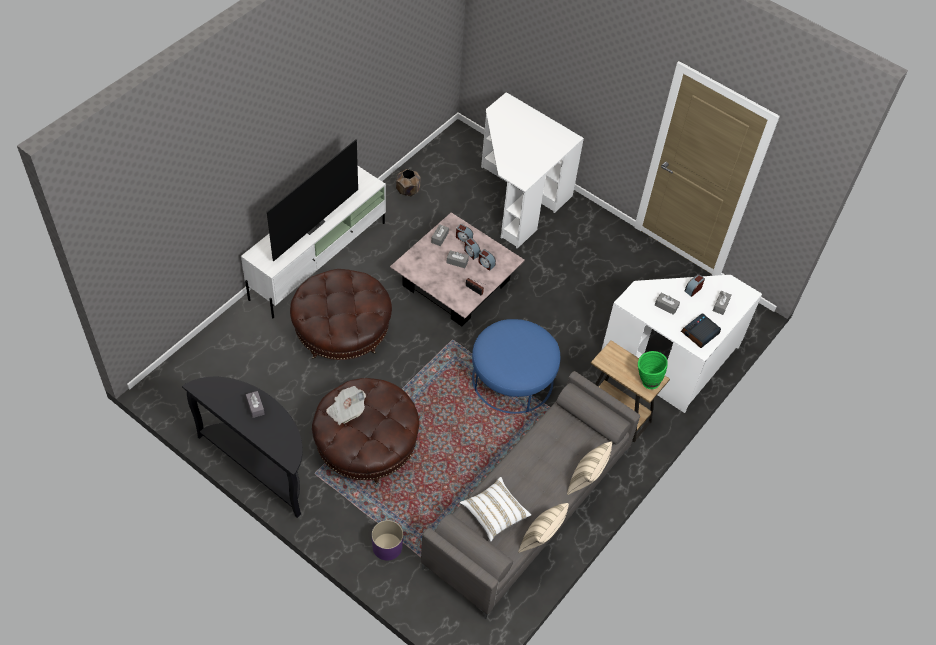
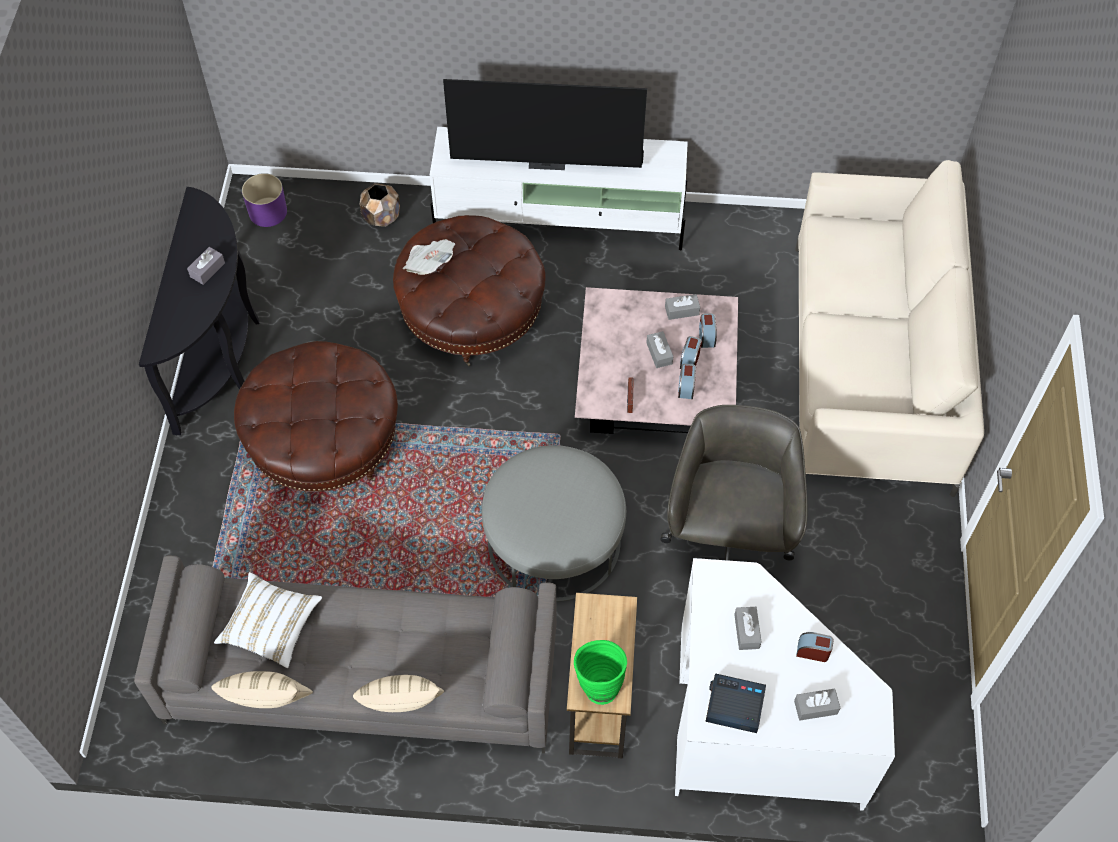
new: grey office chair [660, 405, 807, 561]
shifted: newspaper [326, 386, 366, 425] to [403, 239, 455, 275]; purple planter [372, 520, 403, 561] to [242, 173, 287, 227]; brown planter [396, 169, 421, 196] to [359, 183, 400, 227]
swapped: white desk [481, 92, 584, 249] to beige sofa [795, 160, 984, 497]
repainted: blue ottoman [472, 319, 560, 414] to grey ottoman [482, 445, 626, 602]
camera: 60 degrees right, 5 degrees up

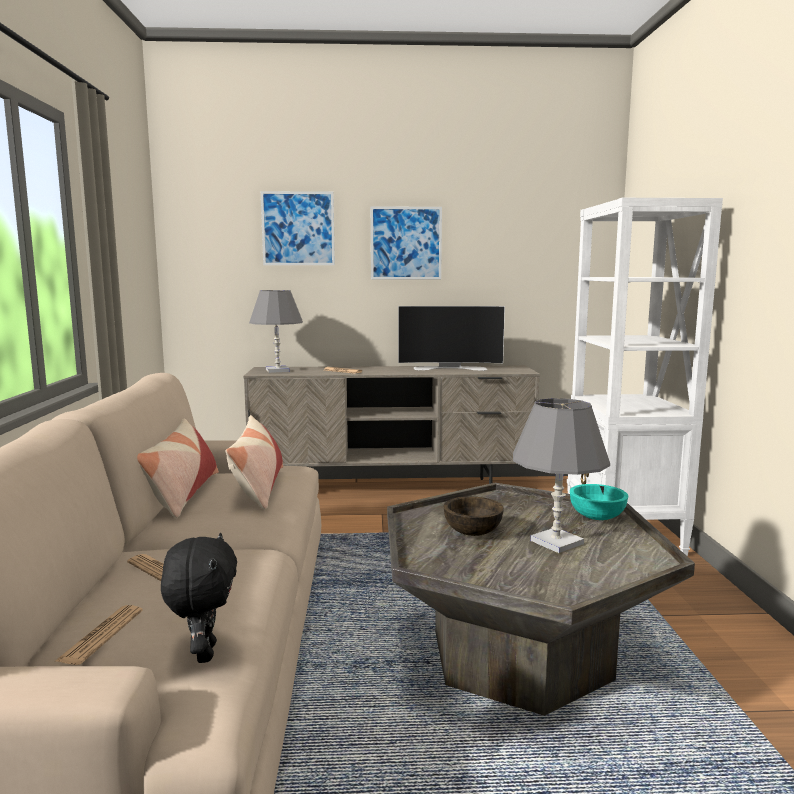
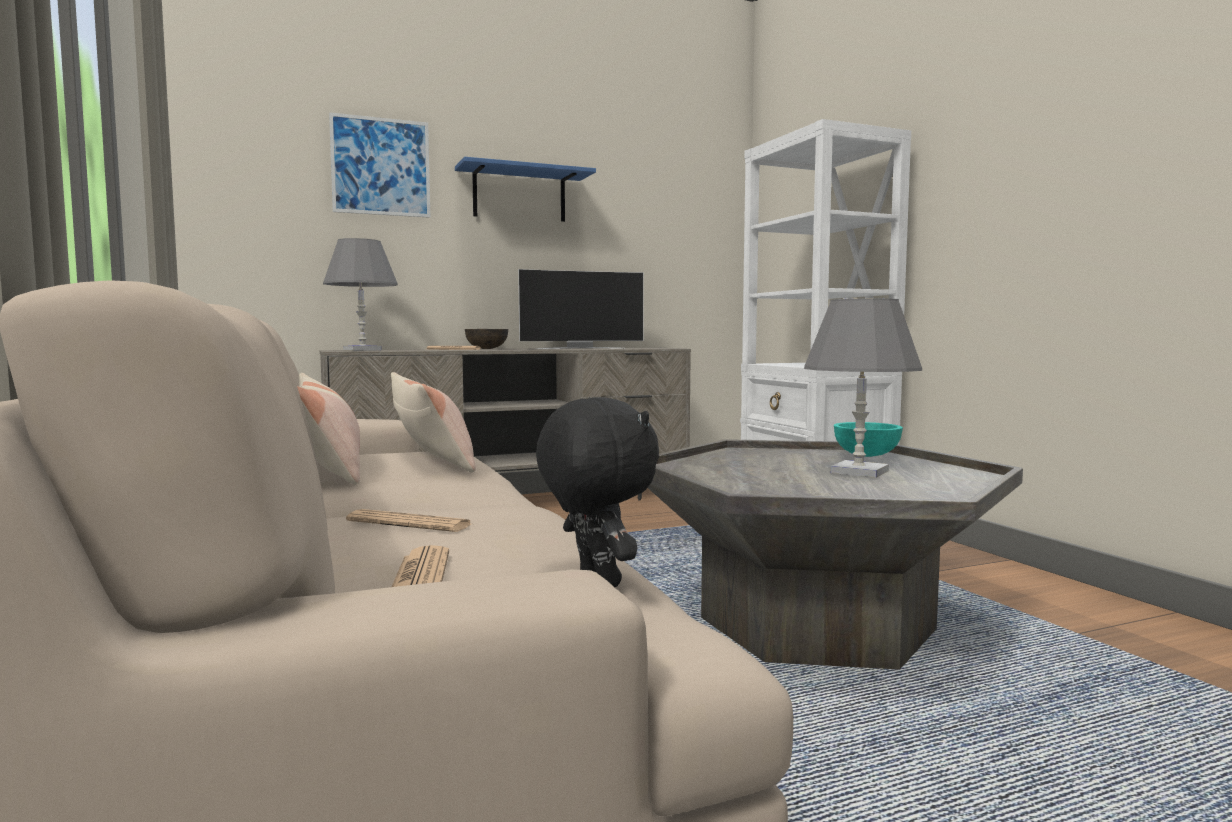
shifted: brown bowl [444, 497, 504, 536] to [465, 329, 508, 349]
swapped: picture [371, 206, 442, 279] to blue shelf [455, 157, 596, 222]
camera: 20 degrees left, 5 degrees down

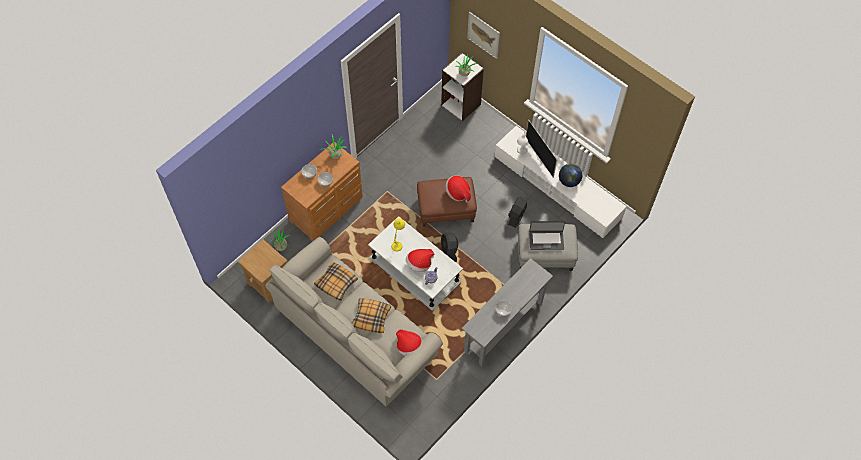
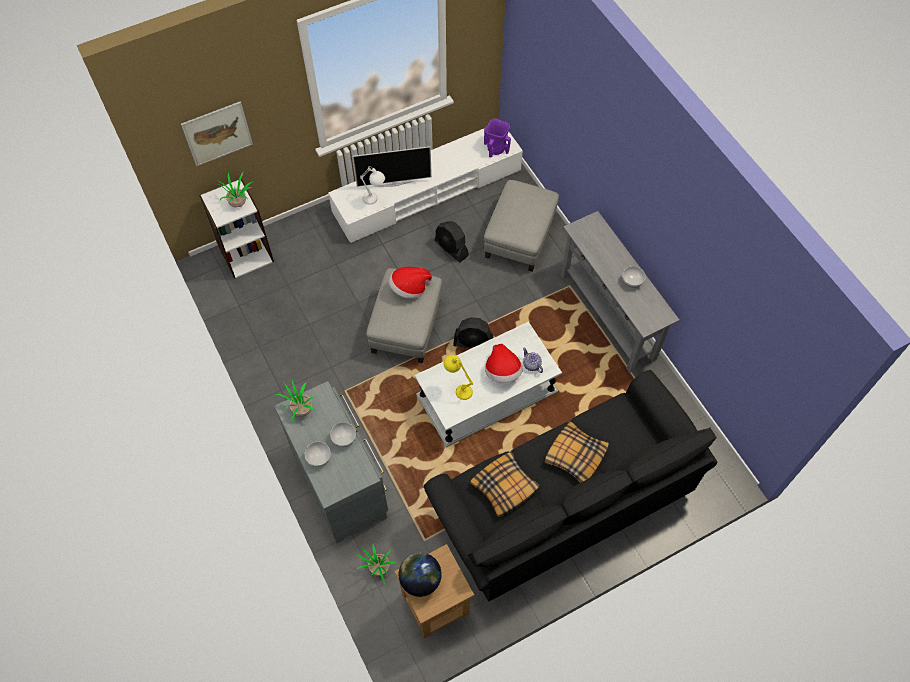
gone: hat [396, 329, 422, 356]; laptop [529, 221, 565, 250]
new: purple vase [484, 119, 511, 158]
shifted: globe [559, 164, 582, 187] to [399, 552, 442, 597]
repainted: beige sofa [265, 237, 443, 406] to black sofa [424, 370, 717, 602]; brown dresser [281, 143, 363, 241] to grey dresser [274, 381, 388, 544]; brown ottoman [417, 177, 477, 227] to grey ottoman [366, 268, 442, 363]
camera: 70 degrees left, 0 degrees up

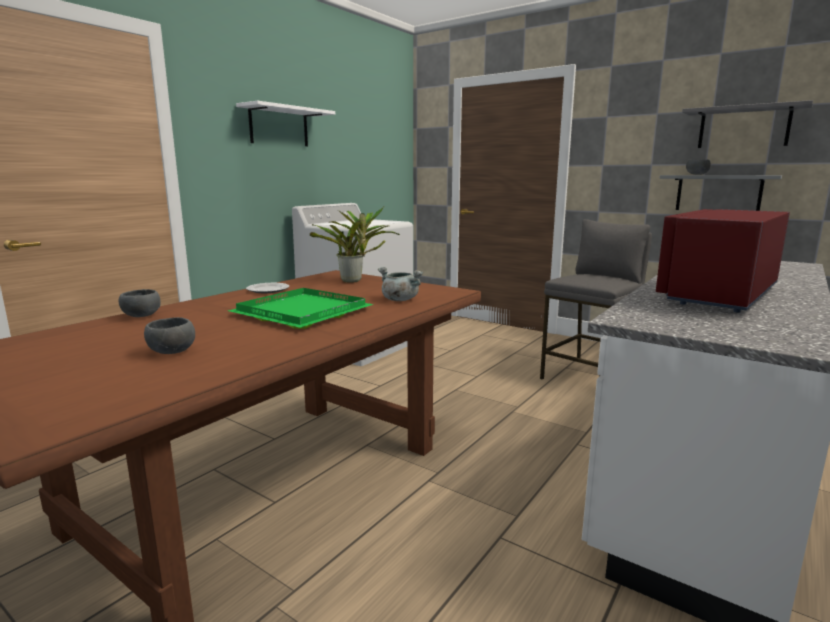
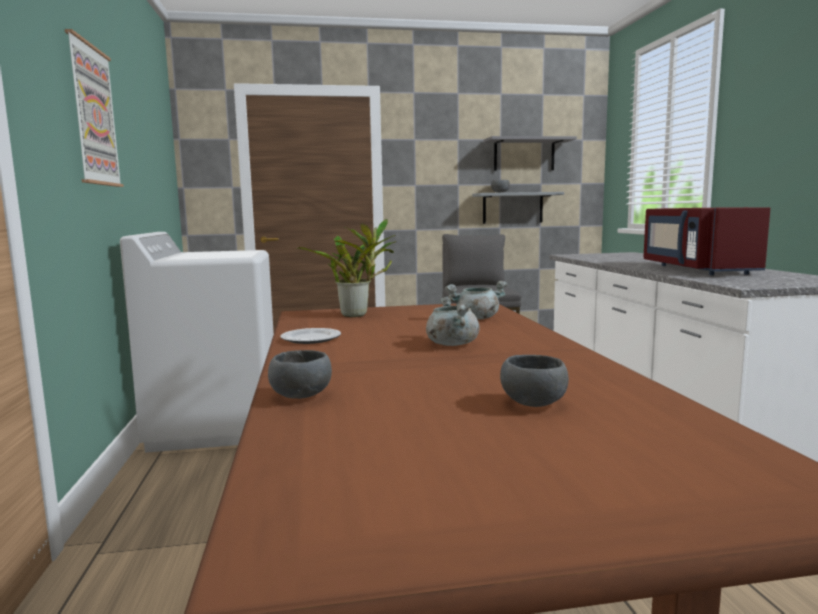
swapped: green tray [228, 288, 374, 329] to grey cooking pot [426, 297, 480, 346]; white shelf [236, 101, 335, 146] to picture [65, 29, 124, 187]
camera: 45 degrees left, 5 degrees down

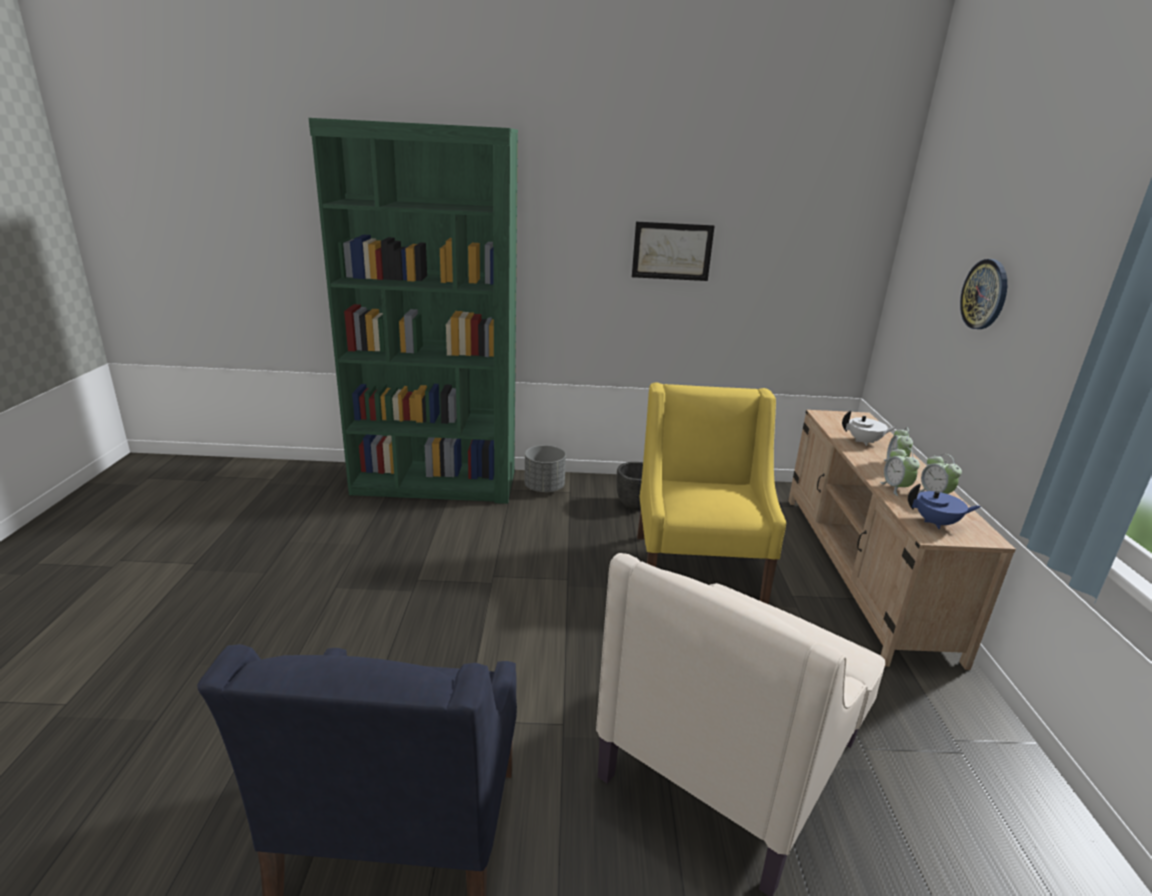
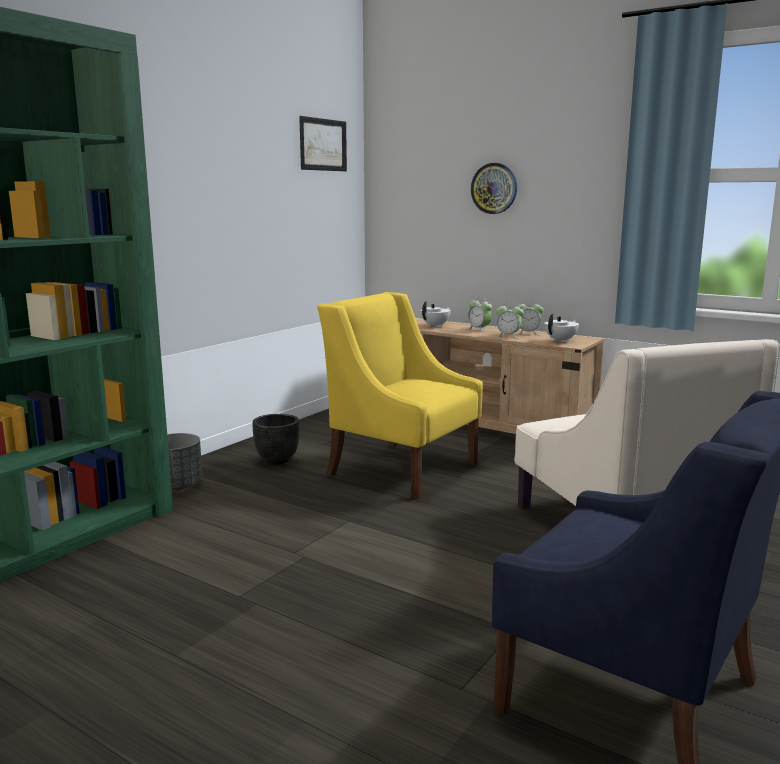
shifted: picture [632, 222, 715, 281] to [299, 116, 347, 171]
repainted: blue teapot [908, 484, 981, 529] to white teapot [545, 314, 579, 342]
camera: 55 degrees left, 10 degrees down

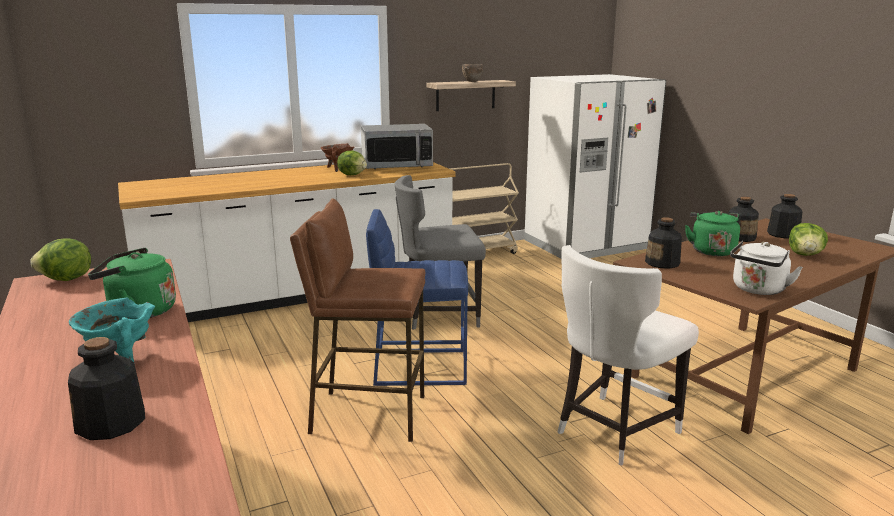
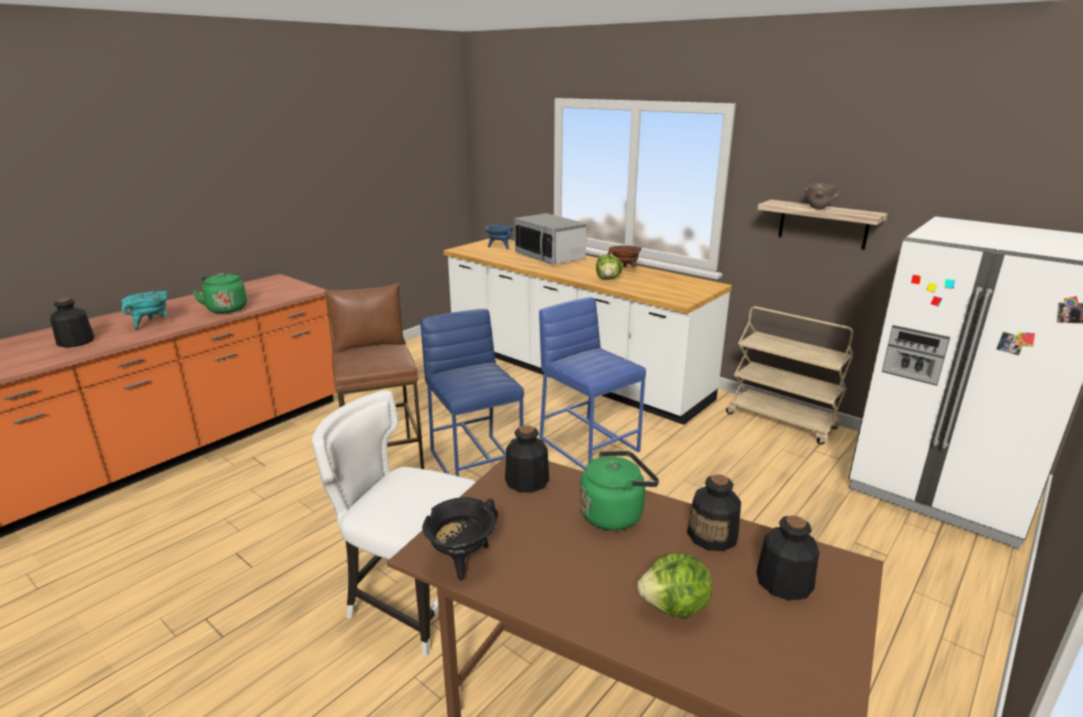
gone: lettuce [30, 238, 91, 281]
new: blue cooking pot [485, 223, 513, 249]
shifted: microwave [361, 124, 433, 169] to [515, 213, 587, 265]
swapped: grey chair [395, 175, 486, 330] to blue stool [539, 297, 646, 470]; white kettle [730, 241, 803, 295] to black cooking pot [422, 497, 498, 580]
camera: 65 degrees right, 5 degrees up

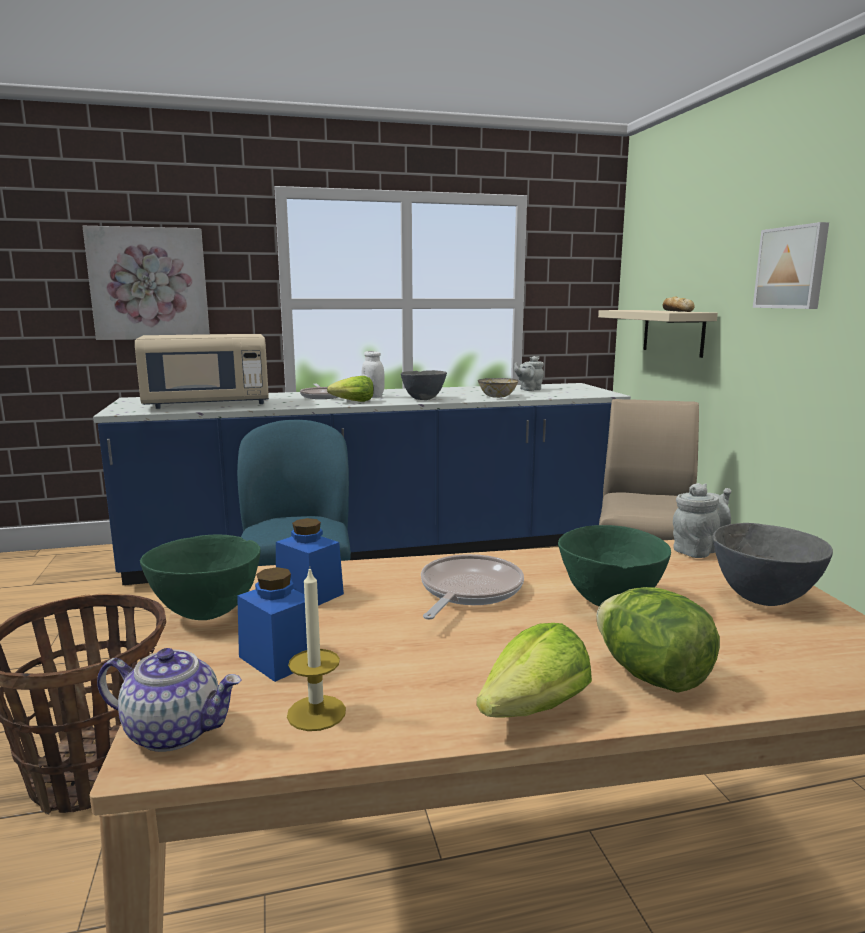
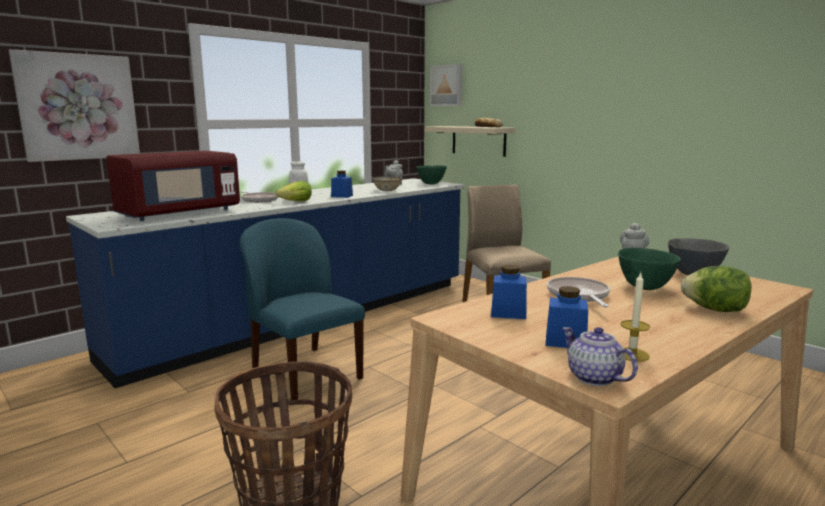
gone: lettuce [476, 623, 592, 718]
shifted: green bowl [140, 535, 261, 620] to [417, 166, 447, 185]; picture [753, 222, 829, 309] to [430, 64, 462, 106]
swapped: grey bowl [401, 370, 447, 400] to blue jar [331, 171, 353, 198]
repainted: beige microwave [135, 334, 269, 409] to red microwave [106, 151, 240, 221]
rotated: teapot [97, 648, 242, 752] = [562, 327, 638, 386] 105 degrees counterclockwise
camera: 30 degrees left, 0 degrees up

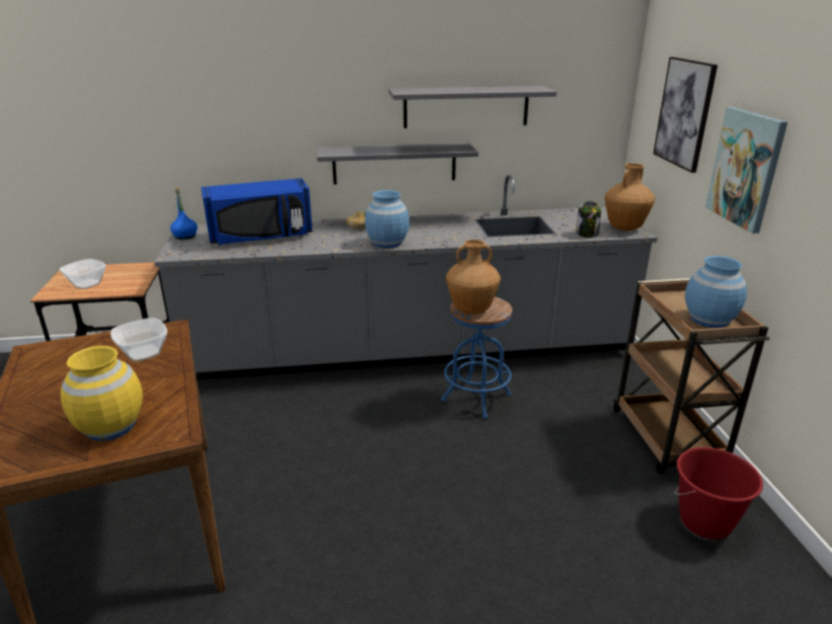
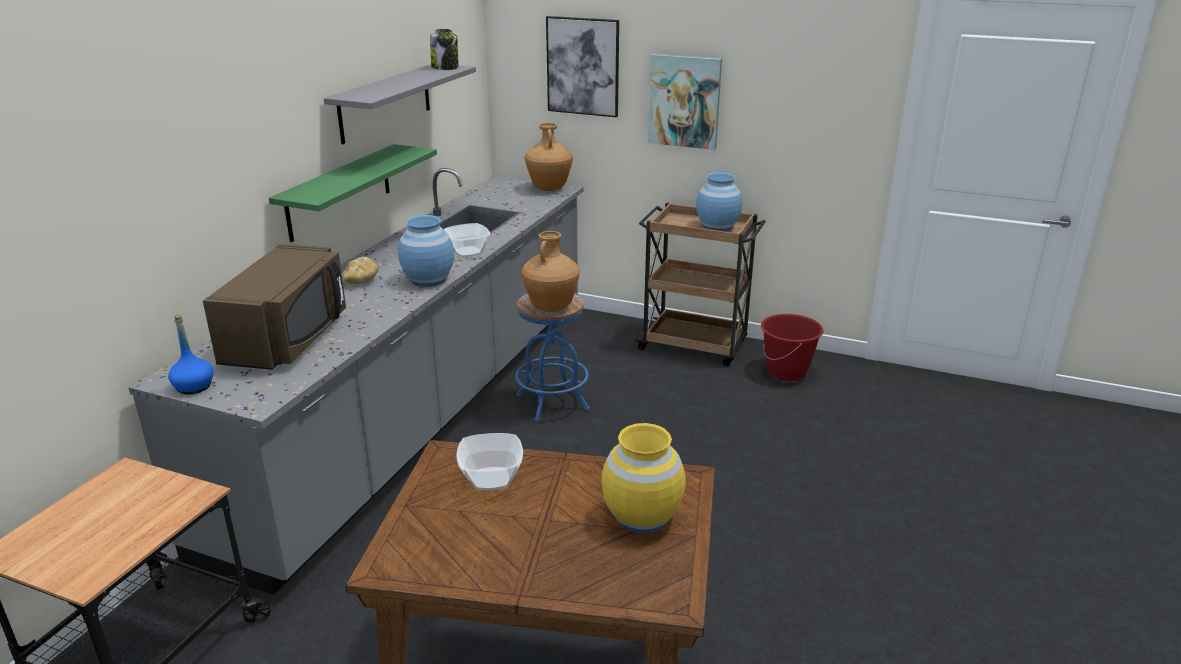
shifted: bowl [59, 259, 106, 289] to [444, 223, 490, 257]; jar [576, 201, 601, 238] to [430, 29, 459, 70]
repainted: blue microwave [201, 178, 313, 245] to brown microwave [203, 244, 346, 370]; grey shelf [317, 143, 479, 185] to green shelf [269, 144, 437, 242]
camera: 60 degrees left, 0 degrees up

